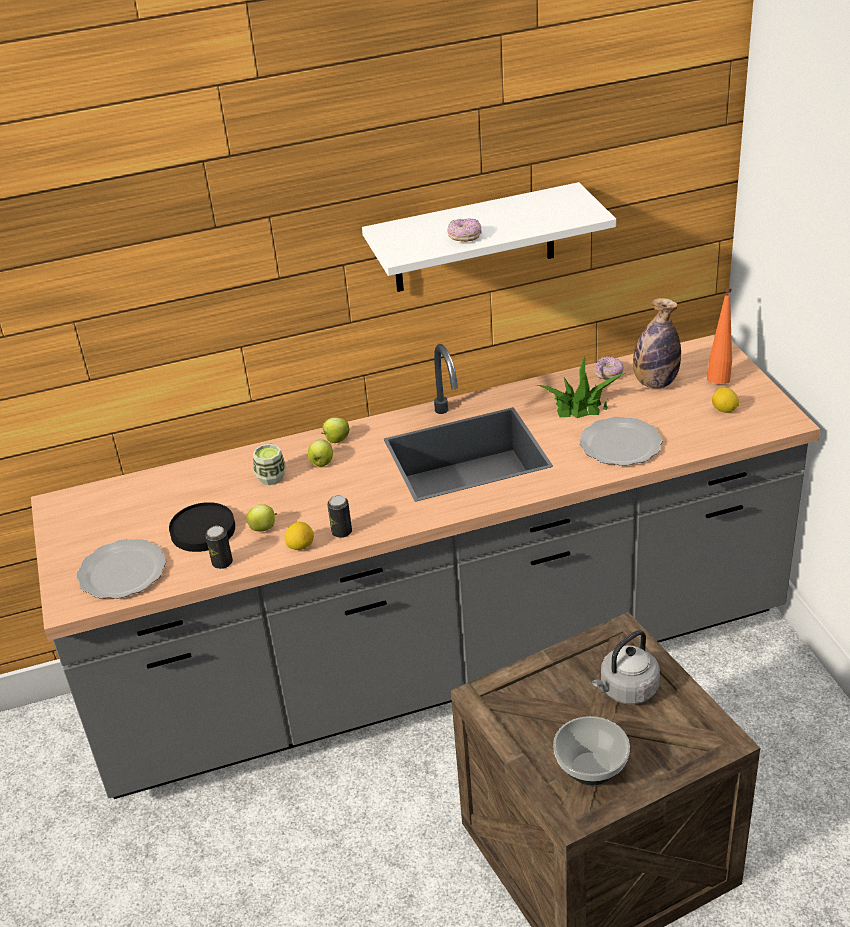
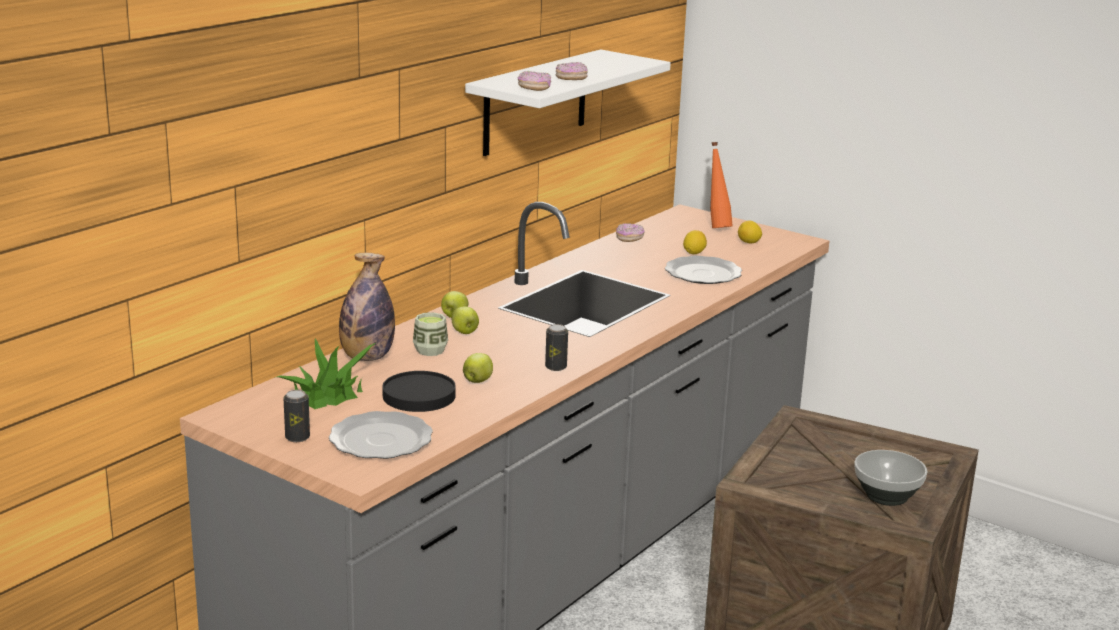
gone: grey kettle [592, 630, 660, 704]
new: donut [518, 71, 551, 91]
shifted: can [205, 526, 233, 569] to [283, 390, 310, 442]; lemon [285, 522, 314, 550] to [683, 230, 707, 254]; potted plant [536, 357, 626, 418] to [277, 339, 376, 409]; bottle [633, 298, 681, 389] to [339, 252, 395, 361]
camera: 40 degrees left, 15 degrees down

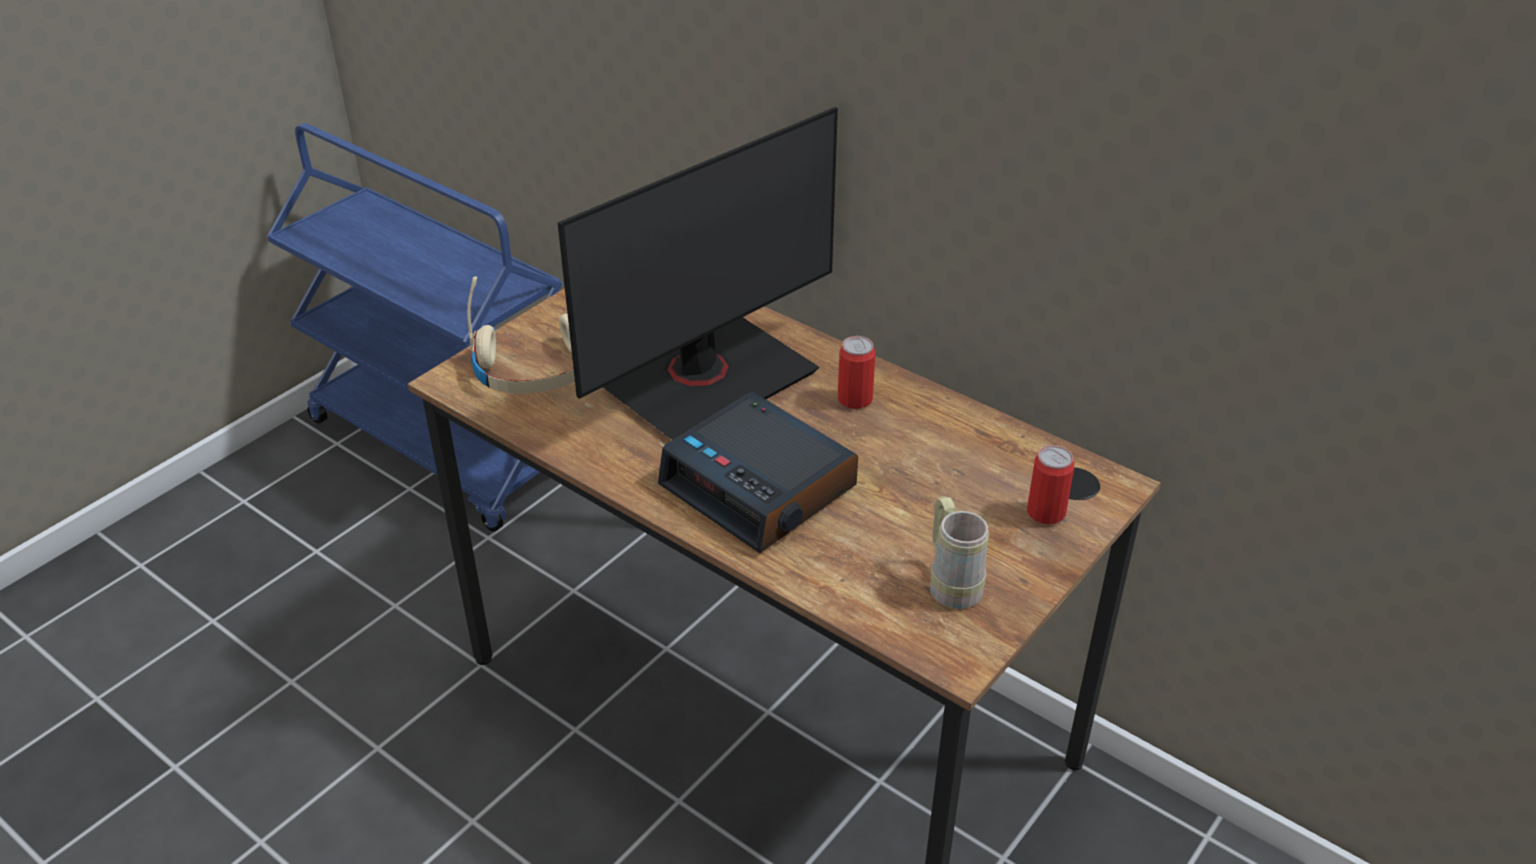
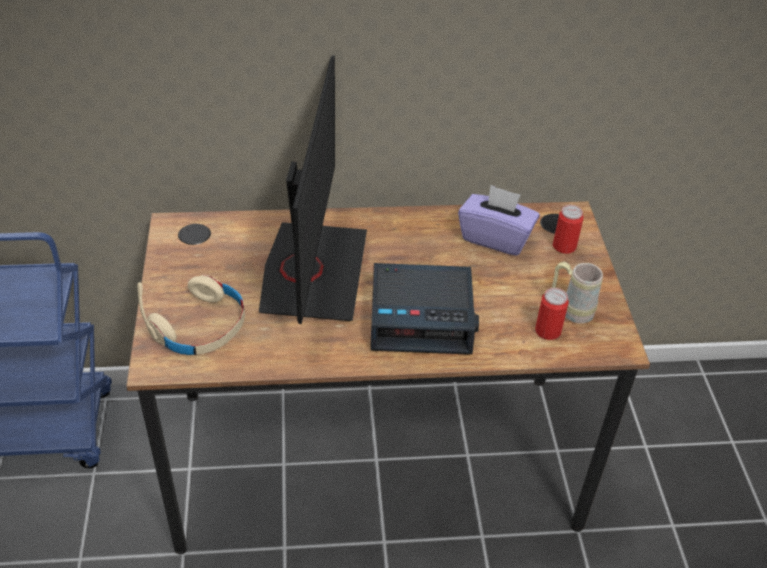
new: purple tissue box [458, 185, 540, 256]
shifted: can [838, 336, 875, 409] to [535, 288, 569, 340]
camera: 45 degrees left, 5 degrees up

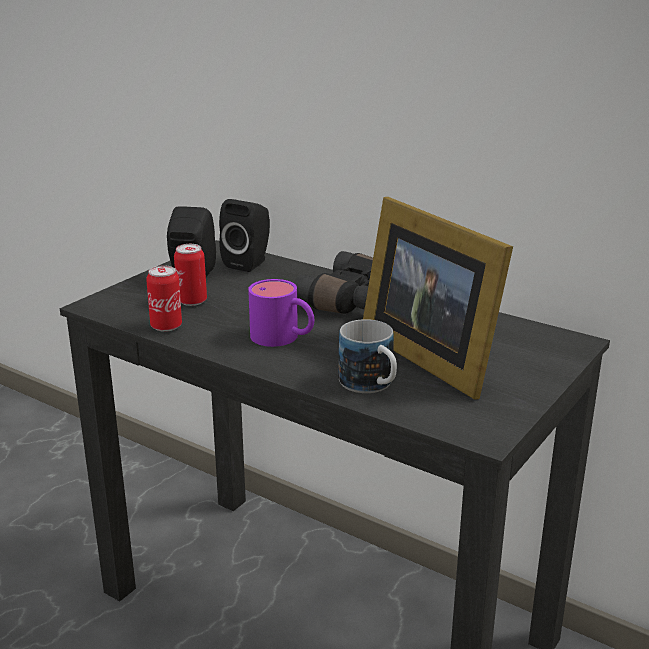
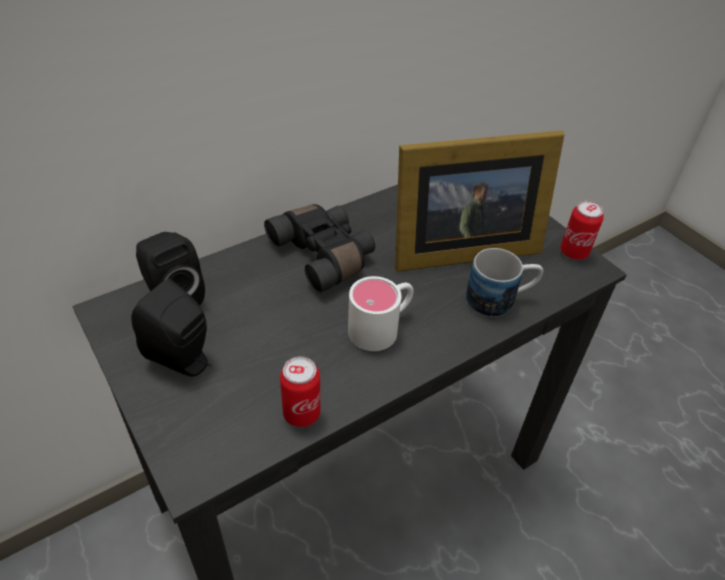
shifted: can [174, 244, 207, 306] to [560, 201, 604, 260]
repainted: purple mug [248, 279, 315, 347] to white mug [348, 276, 413, 351]
camera: 70 degrees left, 20 degrees up

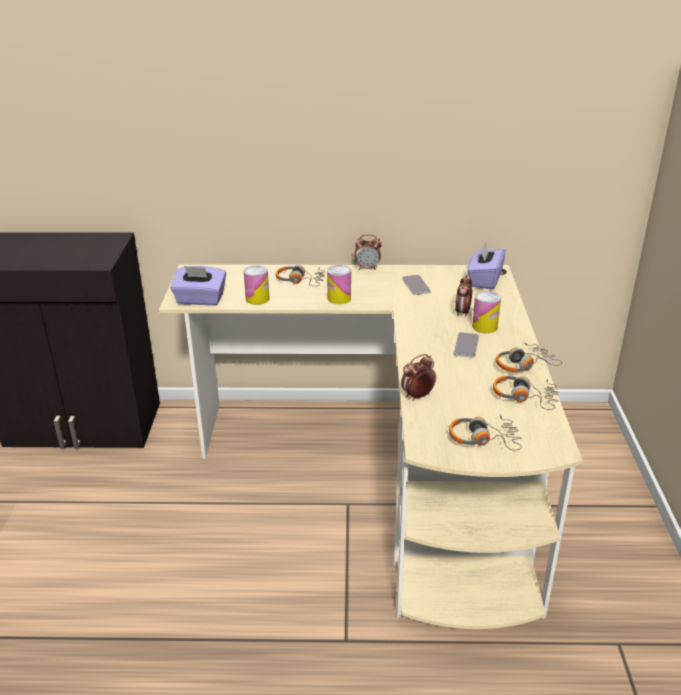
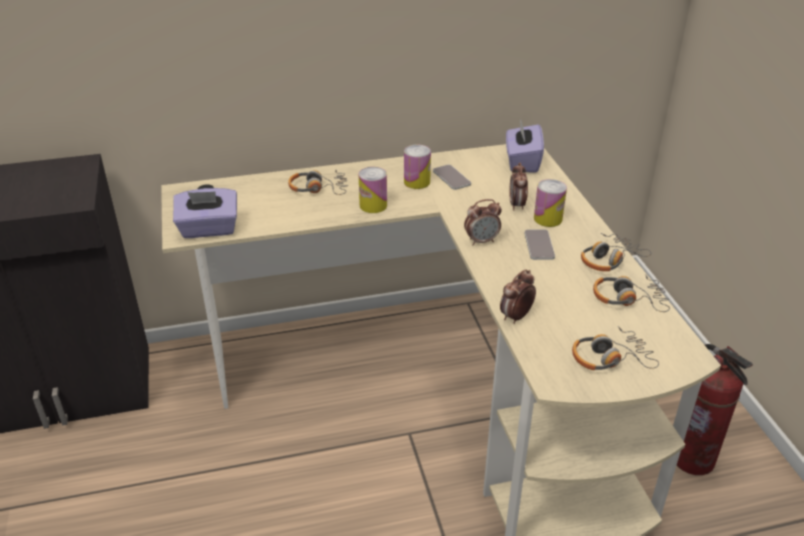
new: fire extinguisher [676, 344, 753, 475]
shifted: can [244, 265, 269, 305] to [404, 145, 431, 189]; alarm clock [354, 235, 382, 270] to [464, 199, 502, 245]
camera: 15 degrees left, 5 degrees up

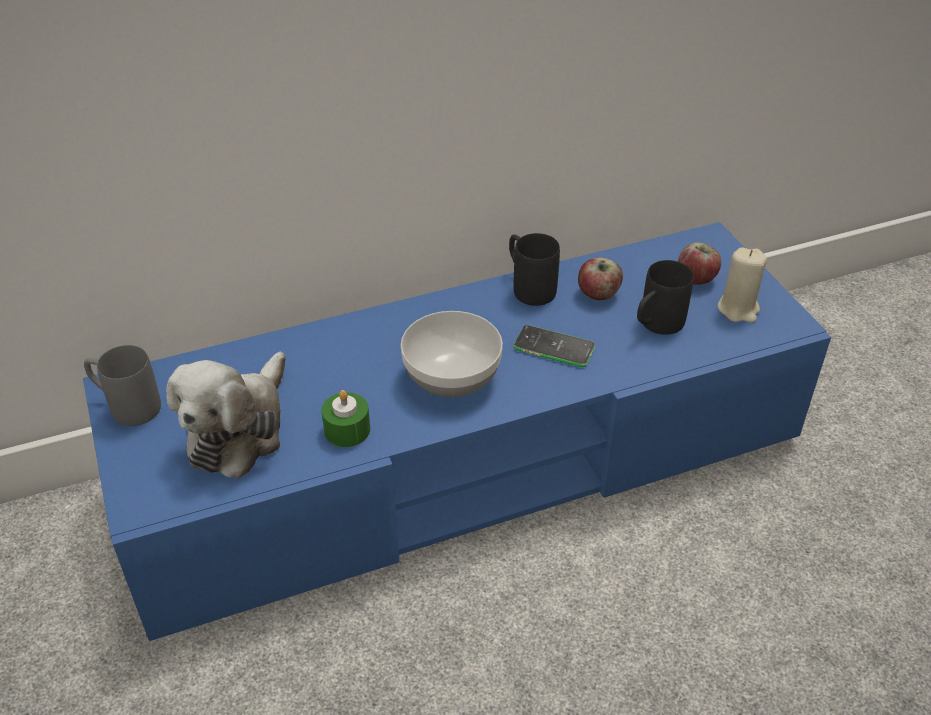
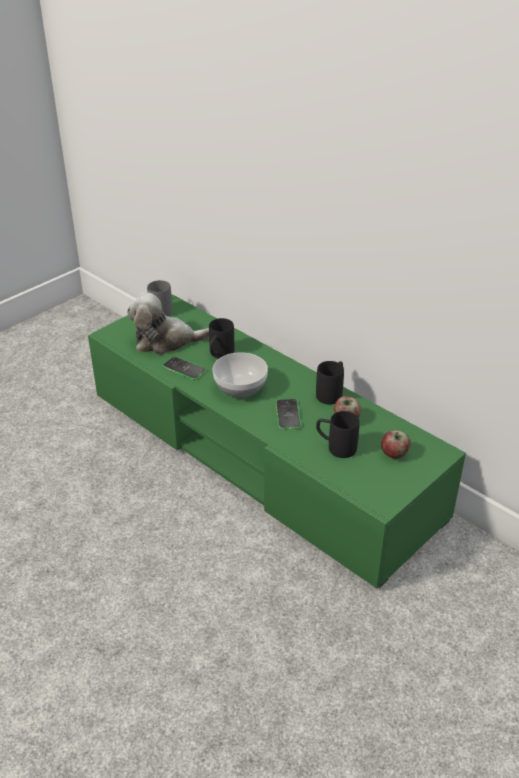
gone: beige candle [718, 248, 767, 323]
new: black mug [209, 318, 234, 359]
swapped: green candle [321, 390, 370, 447] to phone [162, 356, 206, 380]
repainted: blue tv stand [83, 222, 831, 641] to green tv stand [88, 294, 466, 589]
camera: 65 degrees right, 5 degrees down

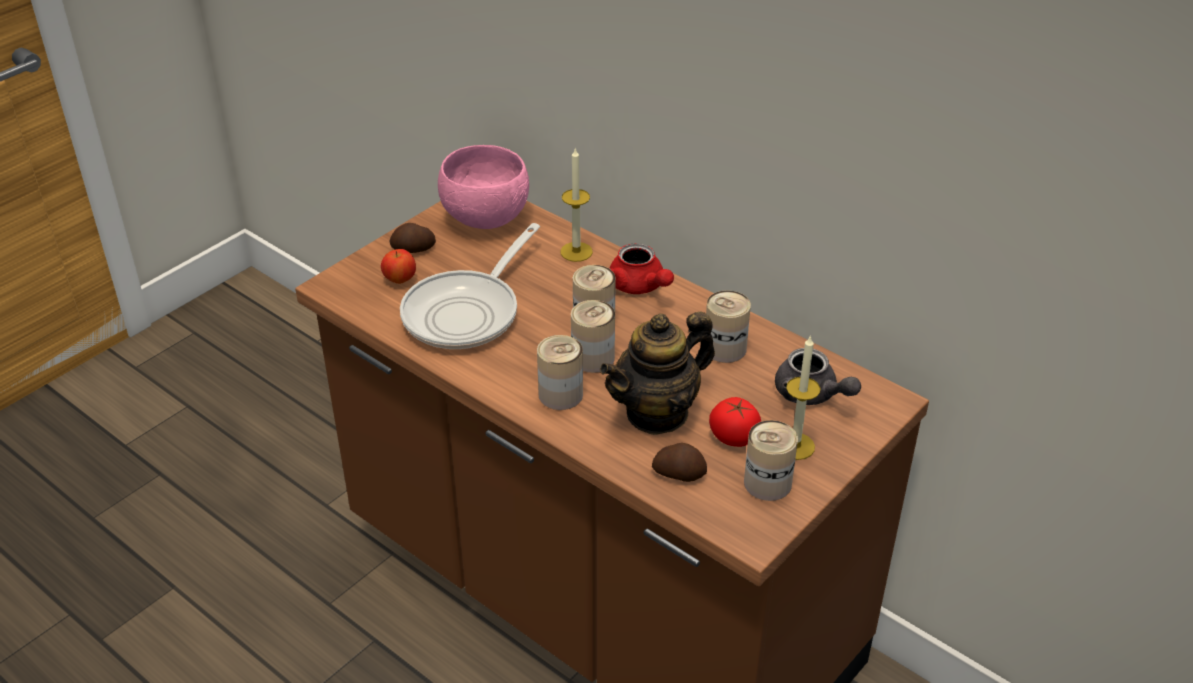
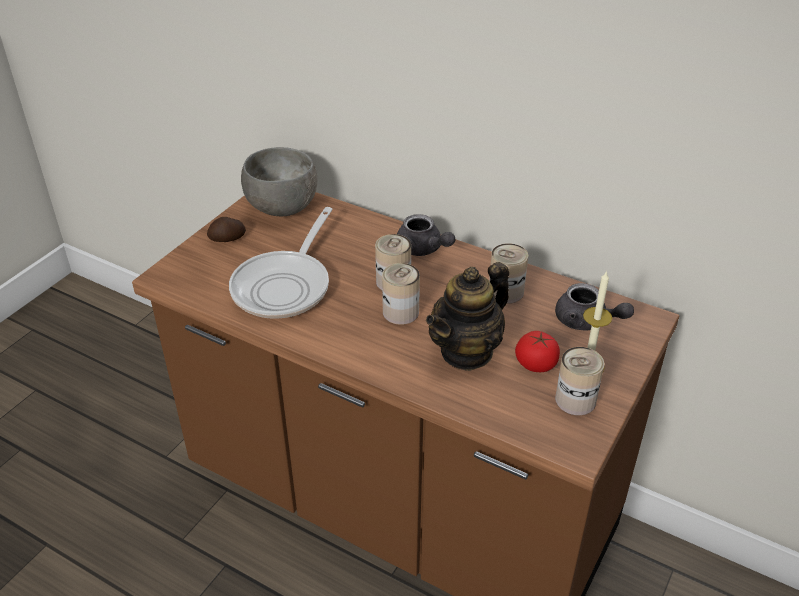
gone: apple [381, 249, 416, 284]; can [537, 335, 583, 410]; candle [560, 148, 593, 262]; potato [652, 443, 707, 482]
repainted: pink bowl [438, 145, 529, 229] to grey bowl [241, 147, 317, 216]; red teapot [609, 243, 674, 294] to grey teapot [397, 214, 456, 256]
camera: 10 degrees left, 0 degrees up

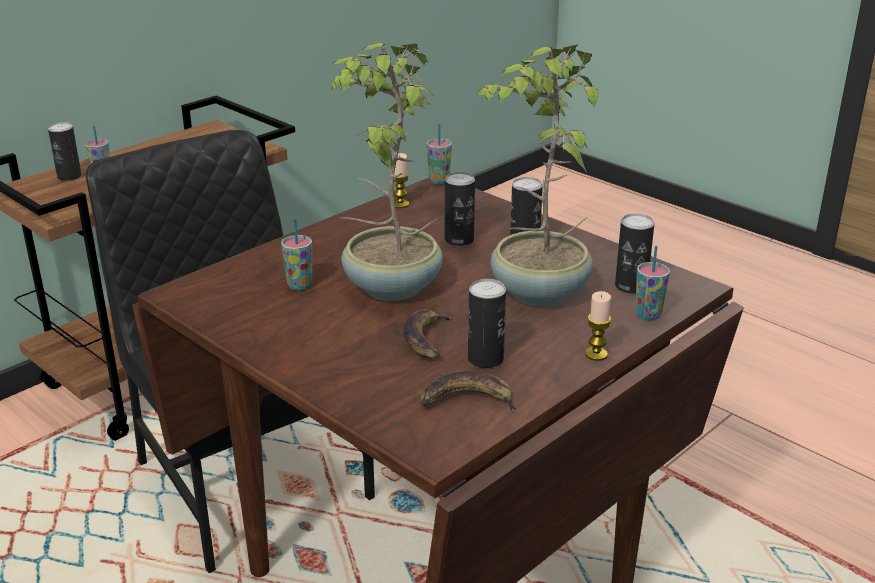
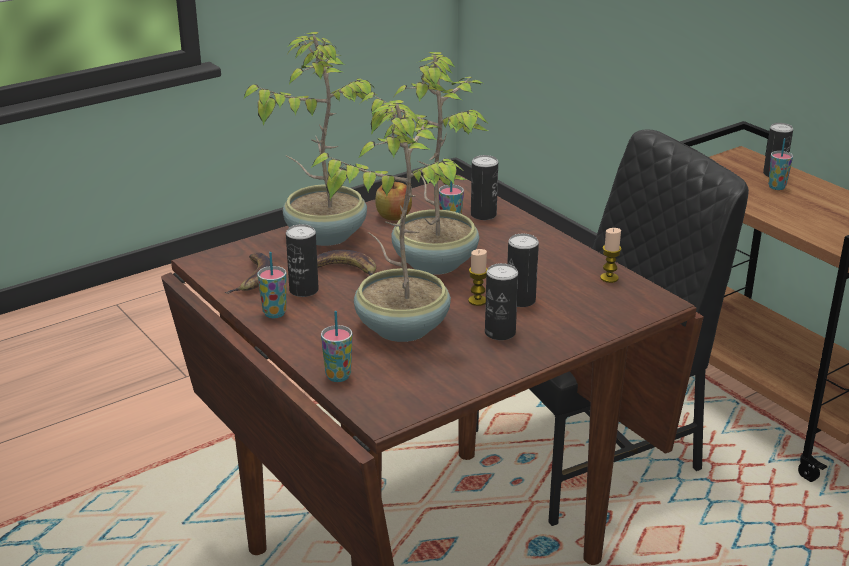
new: potted plant [243, 32, 379, 246]; apple [375, 182, 412, 221]
shifted: cup [427, 123, 452, 185] to [257, 252, 287, 318]; candle [585, 291, 612, 361] to [468, 249, 487, 306]; can [615, 213, 654, 294] to [471, 155, 498, 220]
camera: 100 degrees right, 0 degrees up

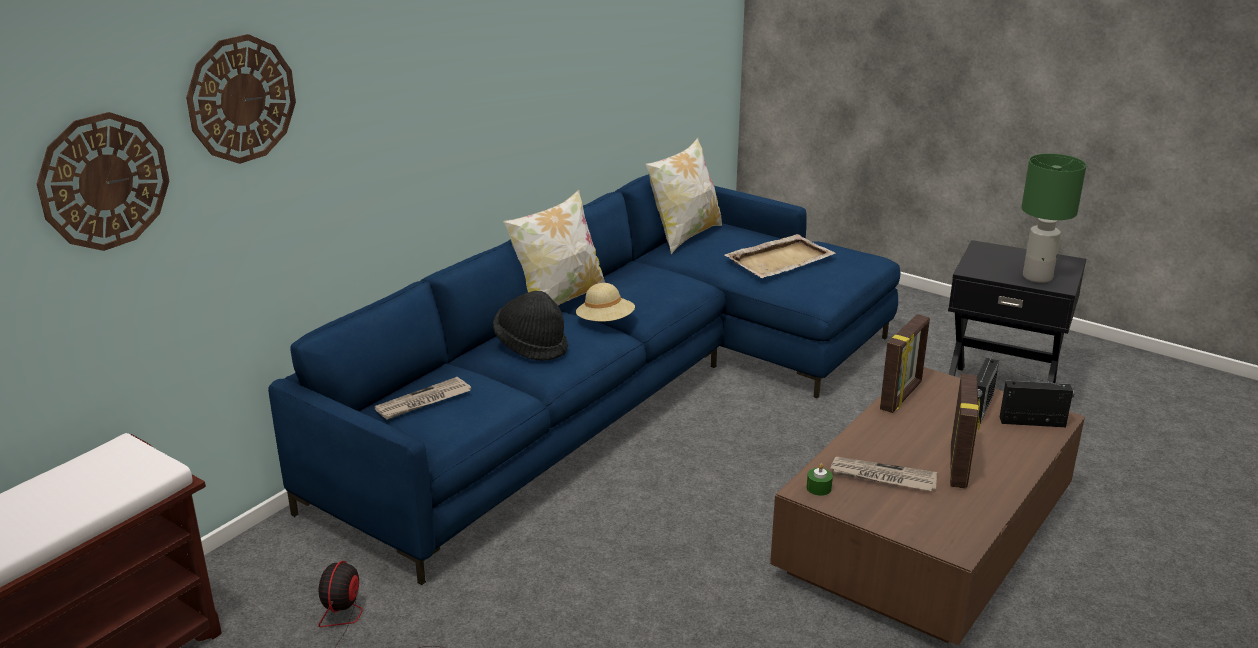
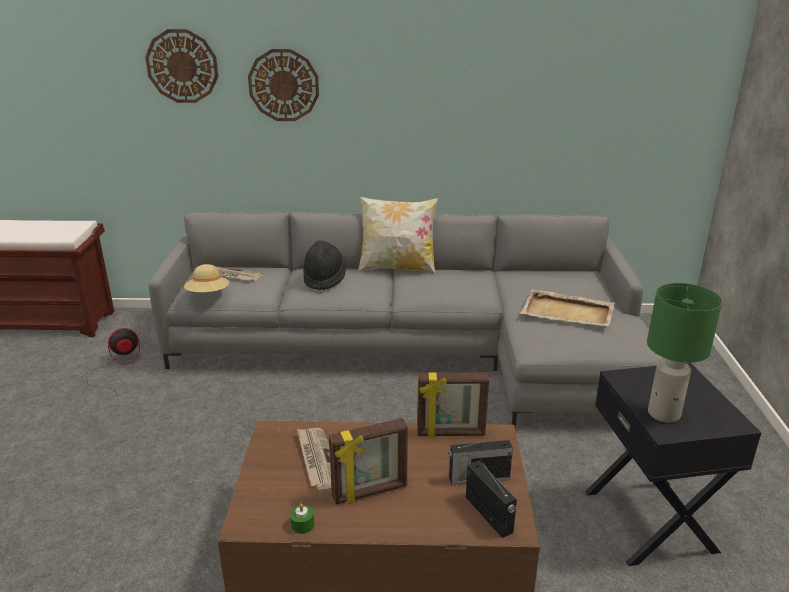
gone: pillow [646, 138, 722, 254]
shifted: wall clock [37, 112, 169, 251] to [248, 49, 319, 121]; beige hat [576, 283, 635, 322] to [184, 264, 229, 292]; green candle [807, 463, 833, 496] to [290, 503, 314, 534]
repainted: blue sofa [268, 174, 900, 585] to grey sofa [149, 212, 666, 427]
camera: 55 degrees right, 0 degrees up

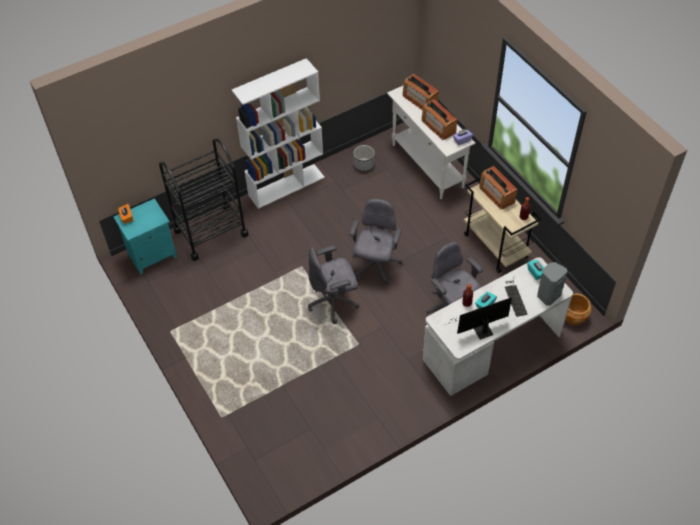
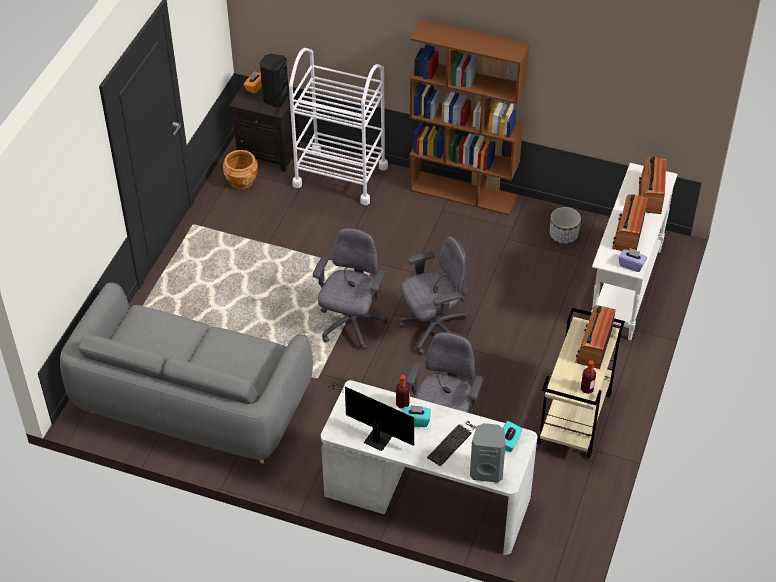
new: grey sofa [60, 282, 313, 464]; black speaker [260, 54, 289, 107]
shifted: brown planter [565, 294, 591, 325] to [223, 150, 258, 189]
repainted: turquoise nightstand [114, 198, 177, 275] to black nightstand [229, 78, 300, 172]; black cart [159, 139, 249, 261] to white cart [289, 48, 388, 205]; white bookcase [232, 58, 325, 209] to brown bookcase [409, 20, 530, 215]
rotated: grey office chair [308, 245, 360, 324] = [313, 228, 388, 350] 75 degrees clockwise
camera: 50 degrees right, 5 degrees down

